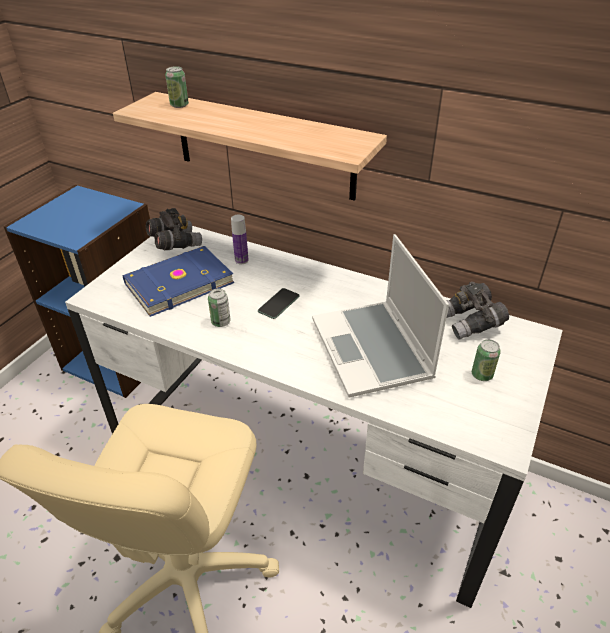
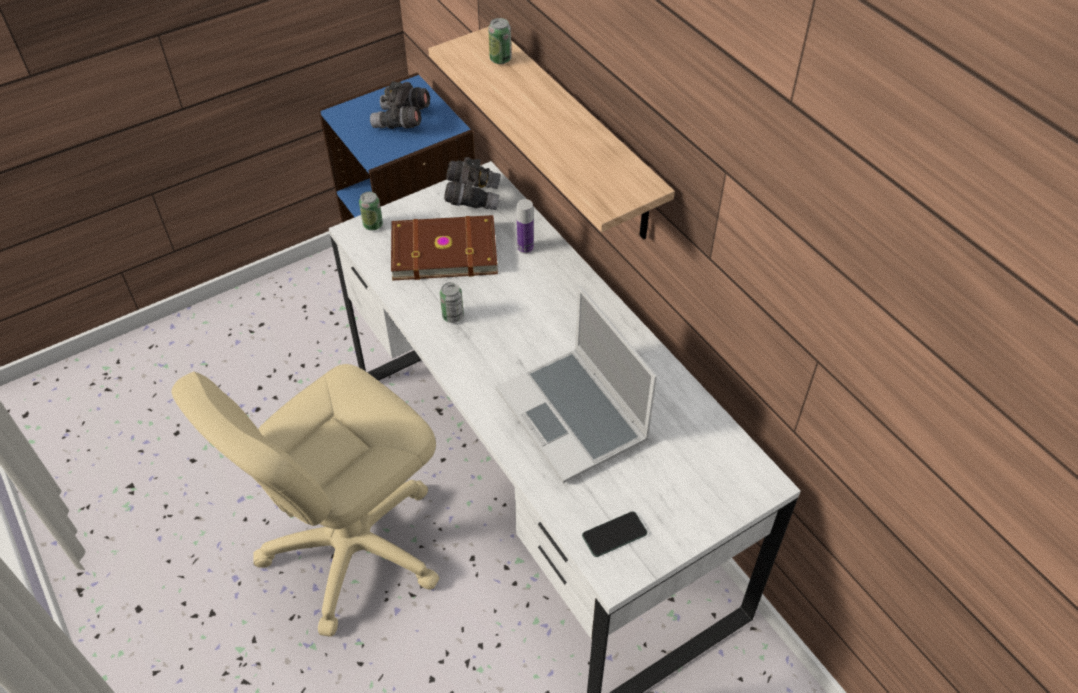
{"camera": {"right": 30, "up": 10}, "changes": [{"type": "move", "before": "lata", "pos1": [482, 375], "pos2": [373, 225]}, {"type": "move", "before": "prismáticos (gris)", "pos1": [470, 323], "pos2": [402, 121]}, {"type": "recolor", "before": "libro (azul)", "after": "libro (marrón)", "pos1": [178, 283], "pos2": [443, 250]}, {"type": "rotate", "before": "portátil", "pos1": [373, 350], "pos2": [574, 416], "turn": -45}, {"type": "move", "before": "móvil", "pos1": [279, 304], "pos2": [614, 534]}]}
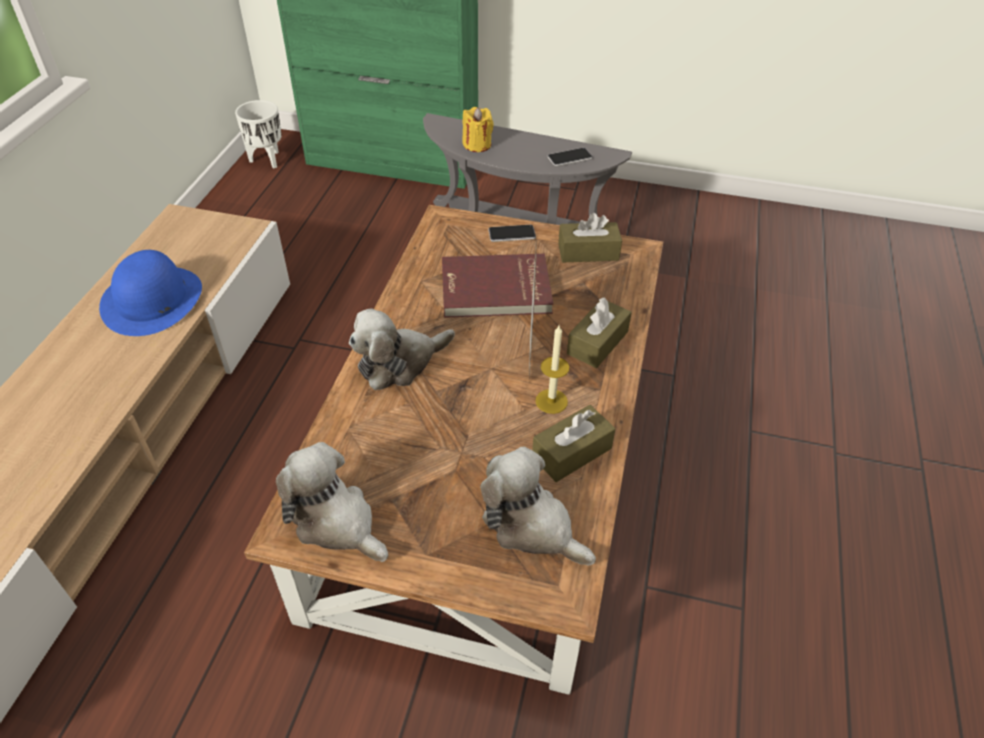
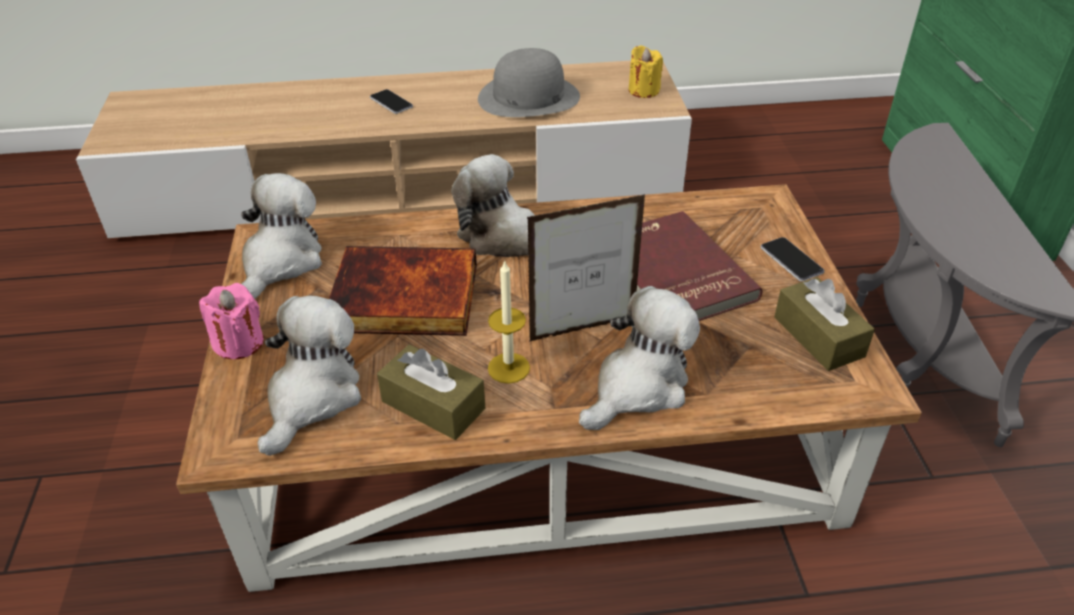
{"camera": {"right": 70, "up": -5}, "changes": [{"type": "insert", "after": "vela (rosa)", "pos2": [239, 343]}, {"type": "insert", "after": "libro", "pos2": [403, 299]}, {"type": "move", "before": "móvil", "pos1": [569, 158], "pos2": [391, 102]}, {"type": "recolor", "before": "sombrero (azul)", "after": "sombrero (gris)", "pos1": [152, 300], "pos2": [528, 97]}, {"type": "replace", "before": "caja de pañuelos (marrón)", "after": "peluche", "pos1": [597, 343], "pos2": [638, 386]}, {"type": "move", "before": "vela (amarillo)", "pos1": [477, 145], "pos2": [643, 90]}, {"type": "delete", "before": "maceta (blanco)", "pos1": [268, 160]}]}
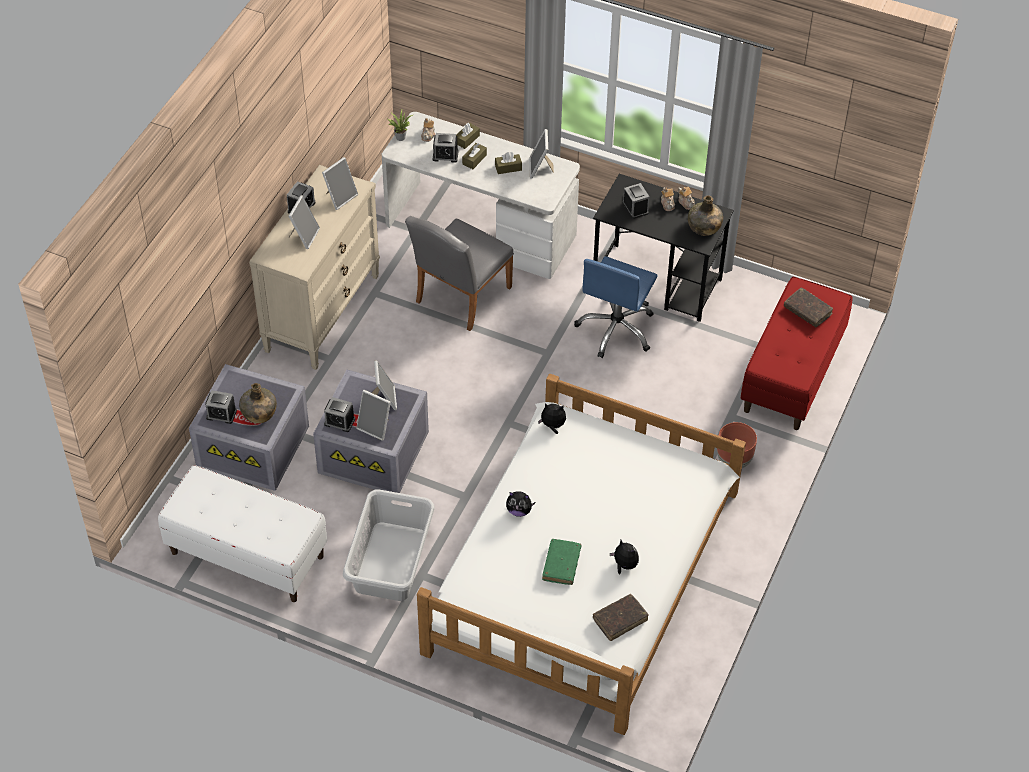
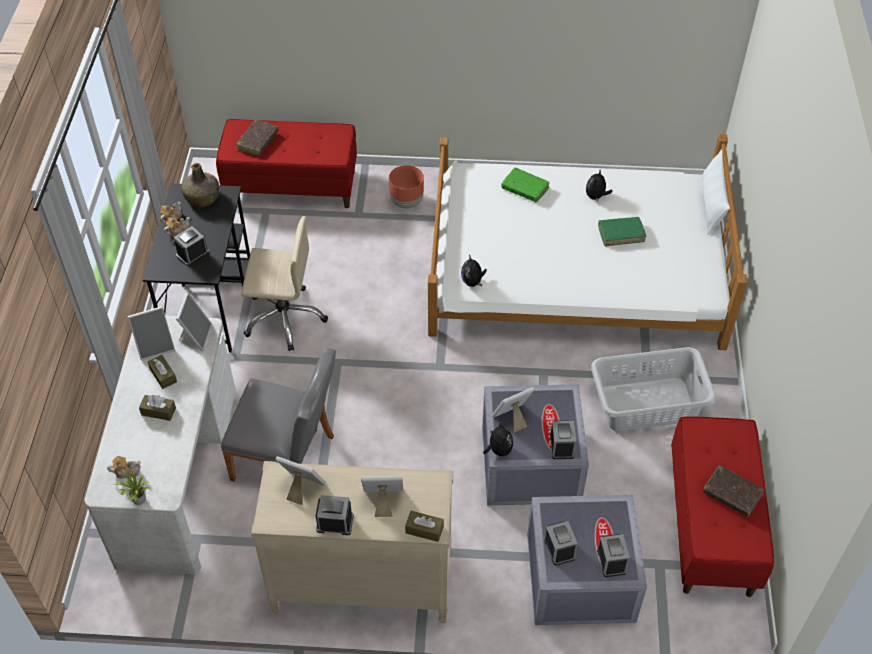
{"camera": {"right": -110, "up": 0}, "changes": [{"type": "move", "before": "portarretratos", "pos1": [375, 427], "pos2": [196, 336]}, {"type": "recolor", "before": "silla de oficina (azul)", "after": "silla de oficina (beis)", "pos1": [616, 329], "pos2": [284, 317]}, {"type": "move", "before": "caja de pañuelos (marrón)", "pos1": [467, 139], "pos2": [424, 530]}, {"type": "move", "before": "peluche", "pos1": [519, 511], "pos2": [498, 450]}, {"type": "insert", "after": "libro (verde)", "pos2": [525, 189]}, {"type": "move", "before": "despertador", "pos1": [445, 155], "pos2": [559, 549]}, {"type": "recolor", "before": "banco (blanco)", "after": "banco (rojo)", "pos1": [247, 555], "pos2": [711, 525]}, {"type": "move", "before": "libro (marrón)", "pos1": [620, 620], "pos2": [731, 494]}, {"type": "delete", "before": "botella (verde)", "pos1": [258, 413]}]}
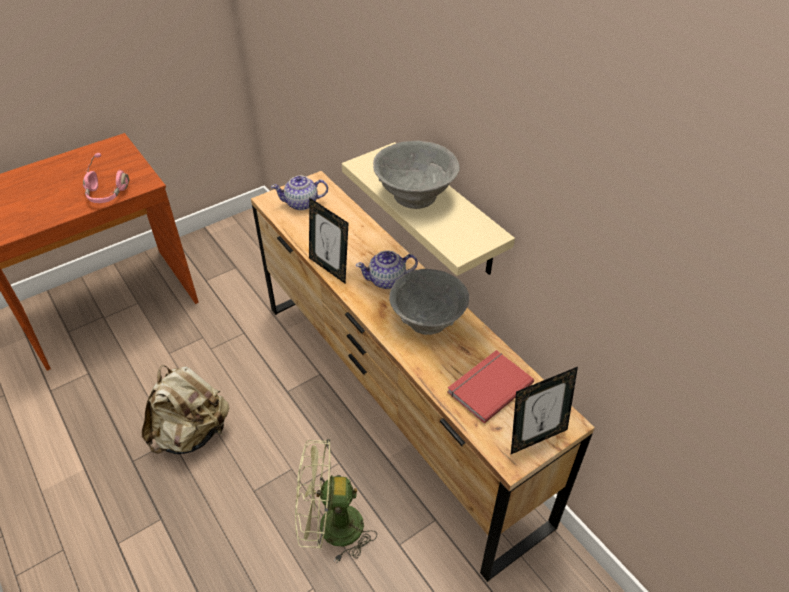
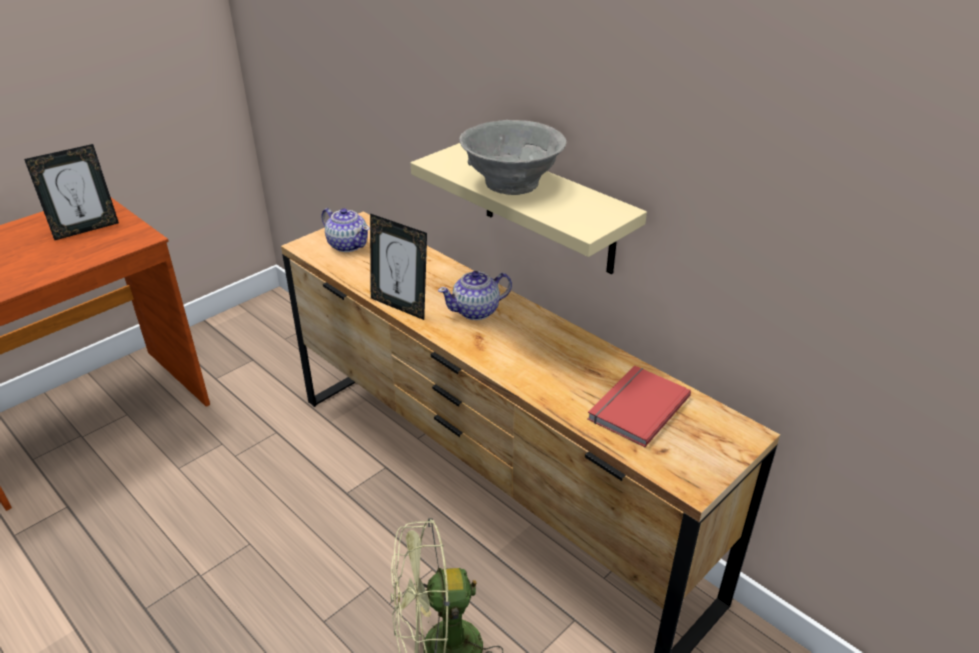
{"camera": {"right": -10, "up": -10}, "changes": [{"type": "move", "before": "portarretratos", "pos1": [536, 437], "pos2": [86, 229]}, {"type": "rotate", "before": "tetera", "pos1": [302, 203], "pos2": [348, 245], "turn": -120}, {"type": "delete", "before": "auriculares (rosa)", "pos1": [106, 194]}, {"type": "delete", "before": "mochila (beis)", "pos1": [192, 433]}, {"type": "delete", "before": "cuenco (gris)", "pos1": [428, 320]}]}
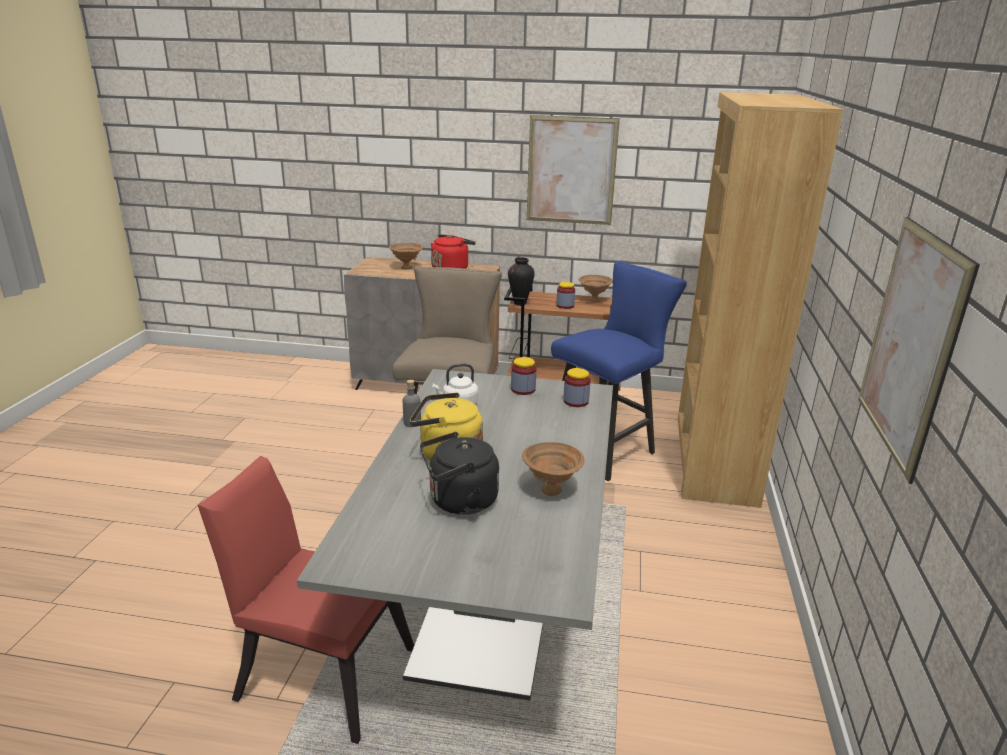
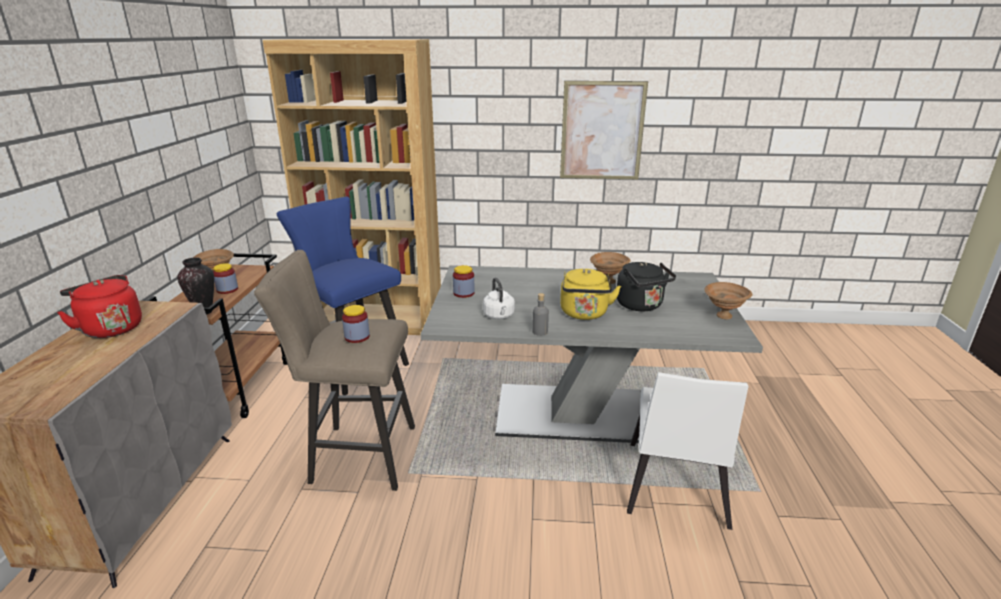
{"camera": {"right": -95, "up": 0}, "changes": [{"type": "move", "before": "tarro", "pos1": [576, 401], "pos2": [357, 337]}, {"type": "recolor", "before": "silla (rojo)", "after": "silla (blanco)", "pos1": [319, 669], "pos2": [674, 489]}, {"type": "move", "before": "cuenco (marrón)", "pos1": [406, 267], "pos2": [723, 316]}, {"type": "delete", "before": "cuadro", "pos1": [571, 171]}]}
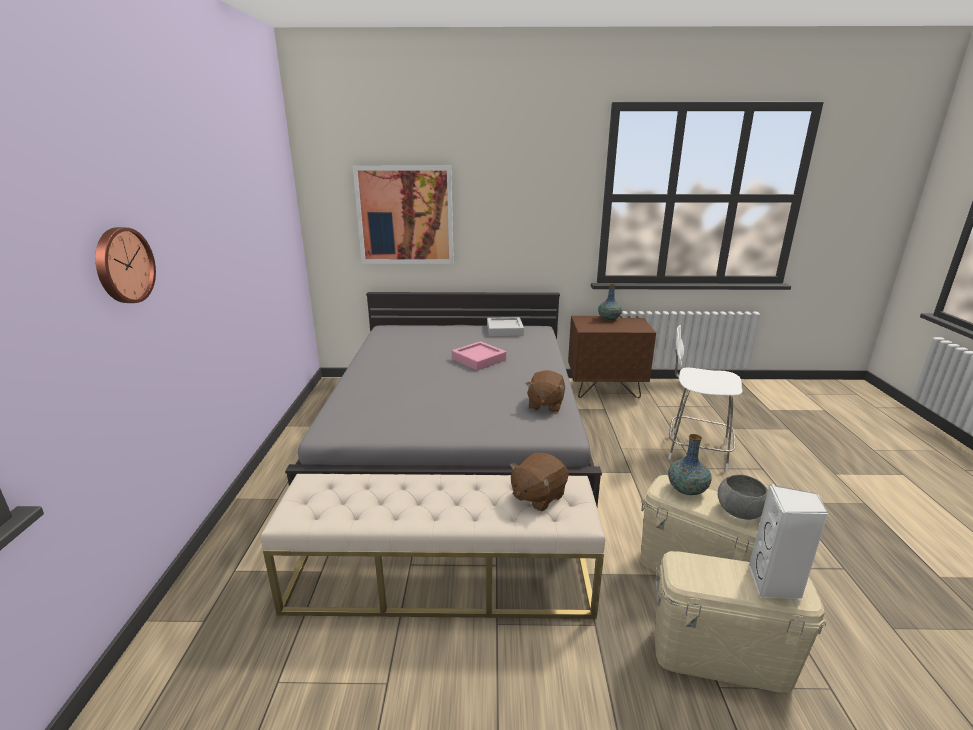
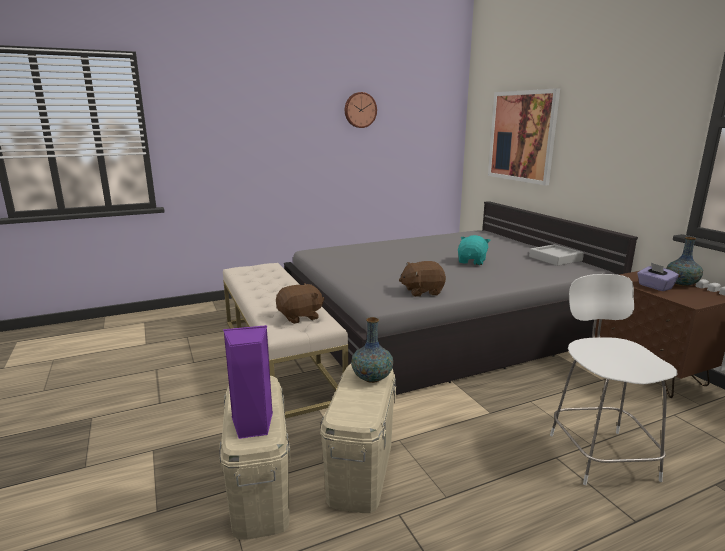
{"camera": {"right": 65, "up": -5}, "changes": [{"type": "recolor", "before": "altavoz (blanco)", "after": "altavoz (morado)", "pos1": [774, 585], "pos2": [252, 425]}, {"type": "rotate", "before": "peluche (marrón)", "pos1": [537, 496], "pos2": [300, 317], "turn": 135}, {"type": "move", "before": "reloj de pared", "pos1": [122, 265], "pos2": [360, 110]}, {"type": "replace", "before": "bandeja (rosa)", "after": "peluche (turquesa)", "pos1": [478, 359], "pos2": [472, 261]}, {"type": "insert", "after": "caja de pañuelos (morado)", "pos2": [654, 287]}, {"type": "delete", "before": "cuenco (gris)", "pos1": [739, 511]}]}
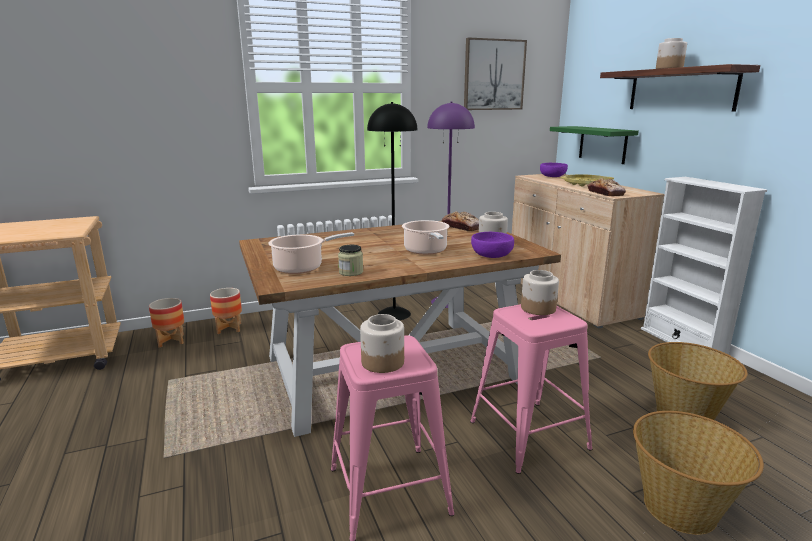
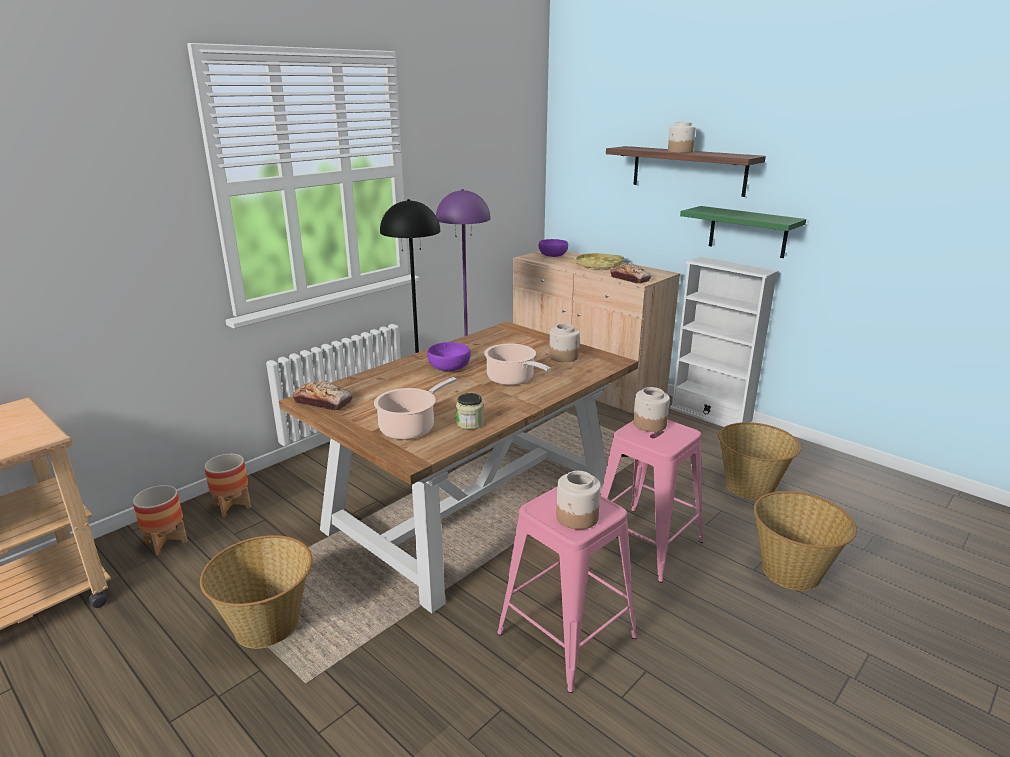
{"camera": {"right": -25, "up": 5}, "changes": [{"type": "insert", "after": "cesta", "pos2": [268, 625]}, {"type": "move", "before": "pan", "pos1": [462, 227], "pos2": [323, 402]}, {"type": "move", "before": "cuenco (morado)", "pos1": [491, 255], "pos2": [448, 368]}, {"type": "move", "before": "estante (verde)", "pos1": [602, 144], "pos2": [748, 232]}, {"type": "delete", "before": "cuadro", "pos1": [494, 75]}]}
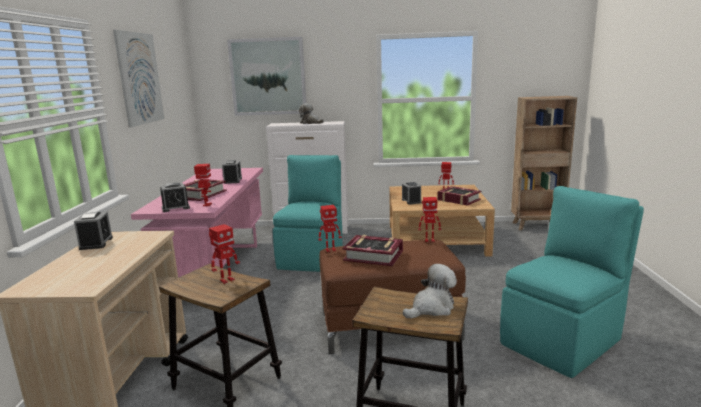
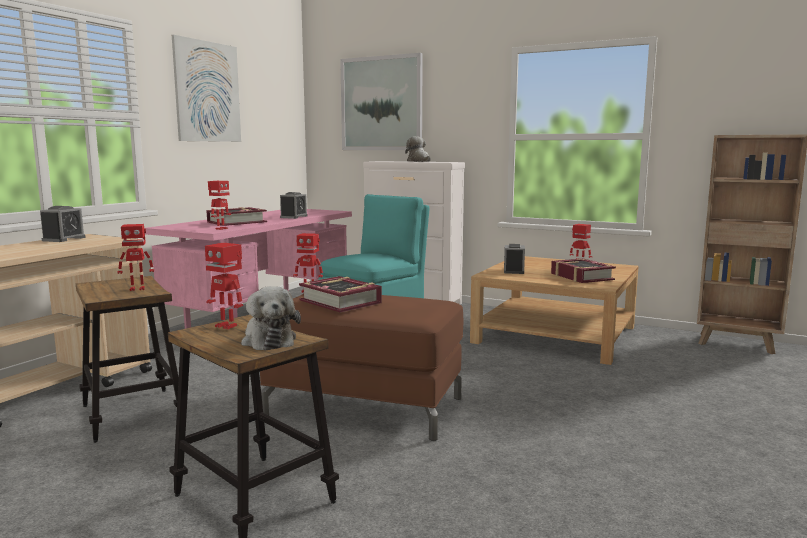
{"camera": {"right": 25, "up": -5}, "changes": [{"type": "move", "before": "robot de juguete", "pos1": [429, 240], "pos2": [227, 326]}, {"type": "rotate", "before": "peluche", "pos1": [431, 308], "pos2": [268, 340], "turn": 75}, {"type": "delete", "before": "despertador", "pos1": [175, 208]}, {"type": "delete", "before": "silla (turquesa)", "pos1": [563, 341]}]}
